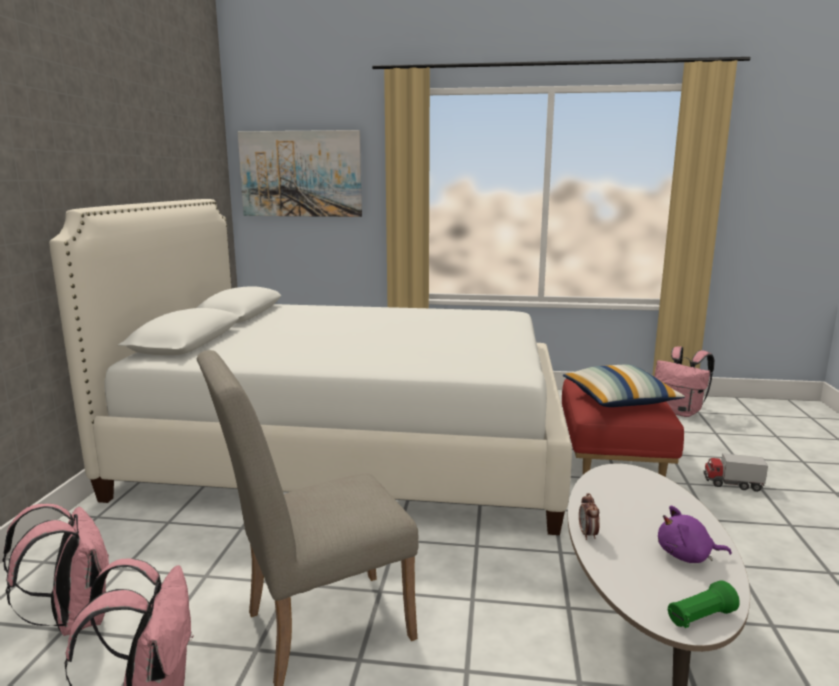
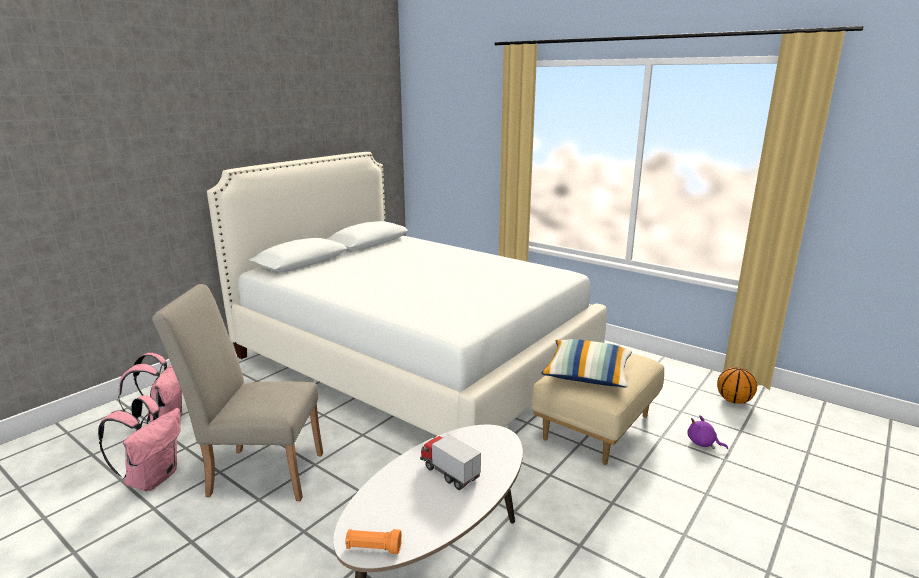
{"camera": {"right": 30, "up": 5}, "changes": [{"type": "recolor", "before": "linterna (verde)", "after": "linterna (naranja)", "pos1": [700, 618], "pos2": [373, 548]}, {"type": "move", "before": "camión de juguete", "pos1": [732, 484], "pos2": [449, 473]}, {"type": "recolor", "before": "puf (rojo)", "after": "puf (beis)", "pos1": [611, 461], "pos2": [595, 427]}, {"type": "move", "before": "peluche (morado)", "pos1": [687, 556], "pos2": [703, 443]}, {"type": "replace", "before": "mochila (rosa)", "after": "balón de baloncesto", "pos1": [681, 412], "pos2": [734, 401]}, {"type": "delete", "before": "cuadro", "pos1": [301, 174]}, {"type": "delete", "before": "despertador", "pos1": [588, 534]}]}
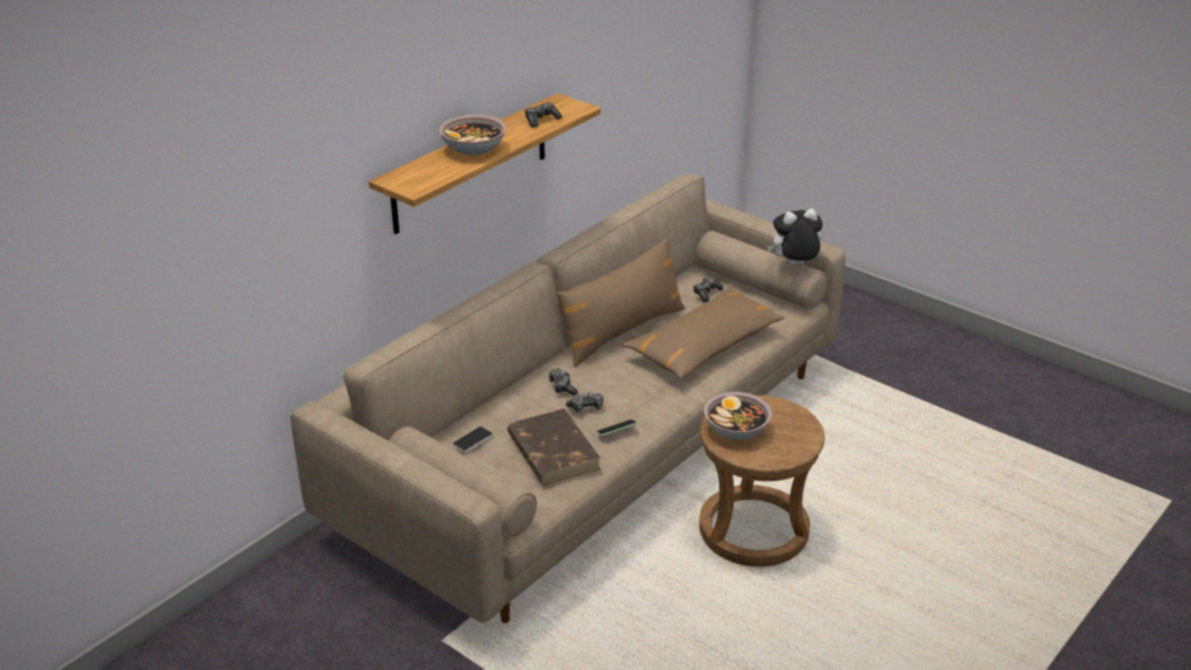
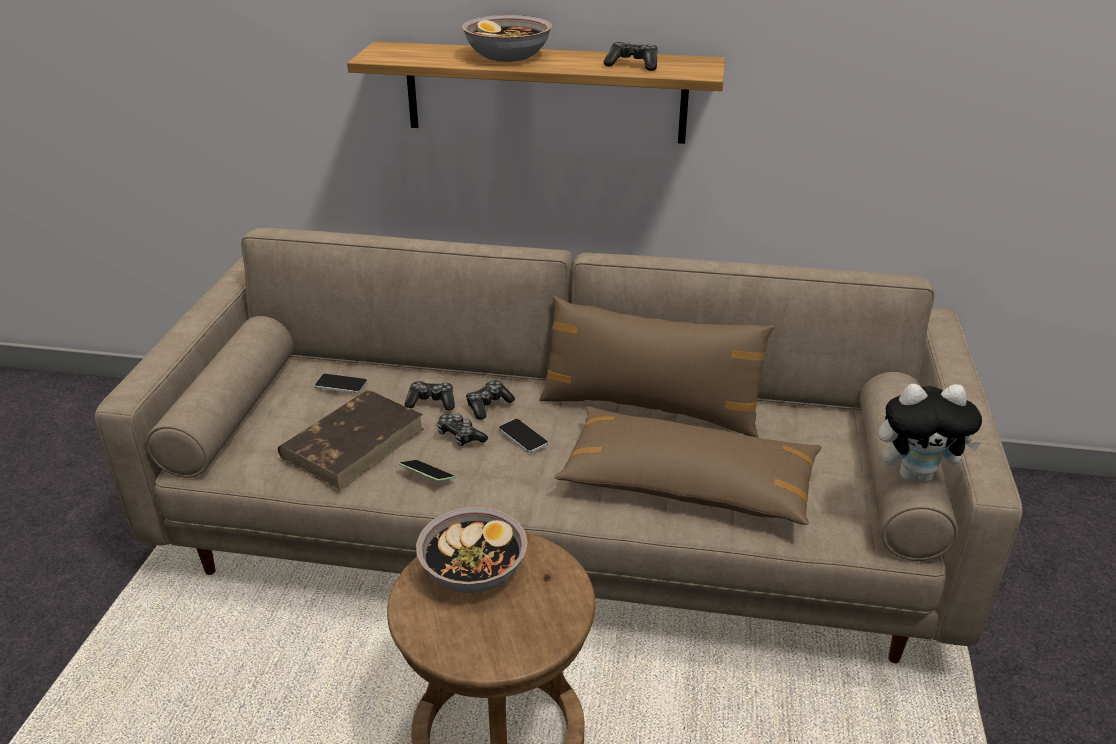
{"camera": {"right": 60, "up": 0}, "changes": [{"type": "move", "before": "mando de consola", "pos1": [707, 293], "pos2": [431, 402]}, {"type": "insert", "after": "móvil", "pos2": [523, 436]}, {"type": "rotate", "before": "peluche", "pos1": [794, 266], "pos2": [916, 475], "turn": 135}]}
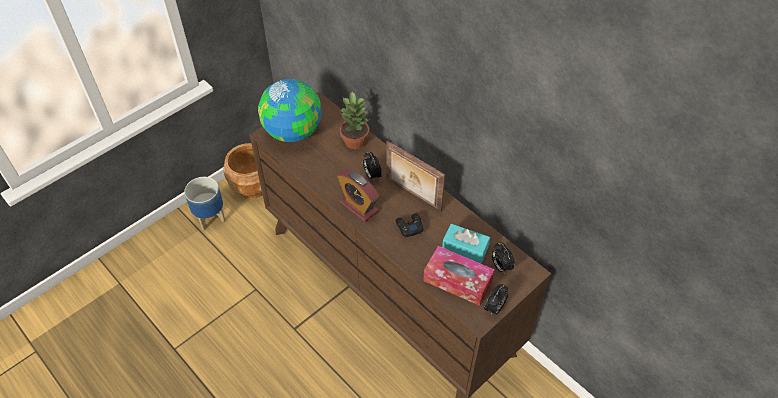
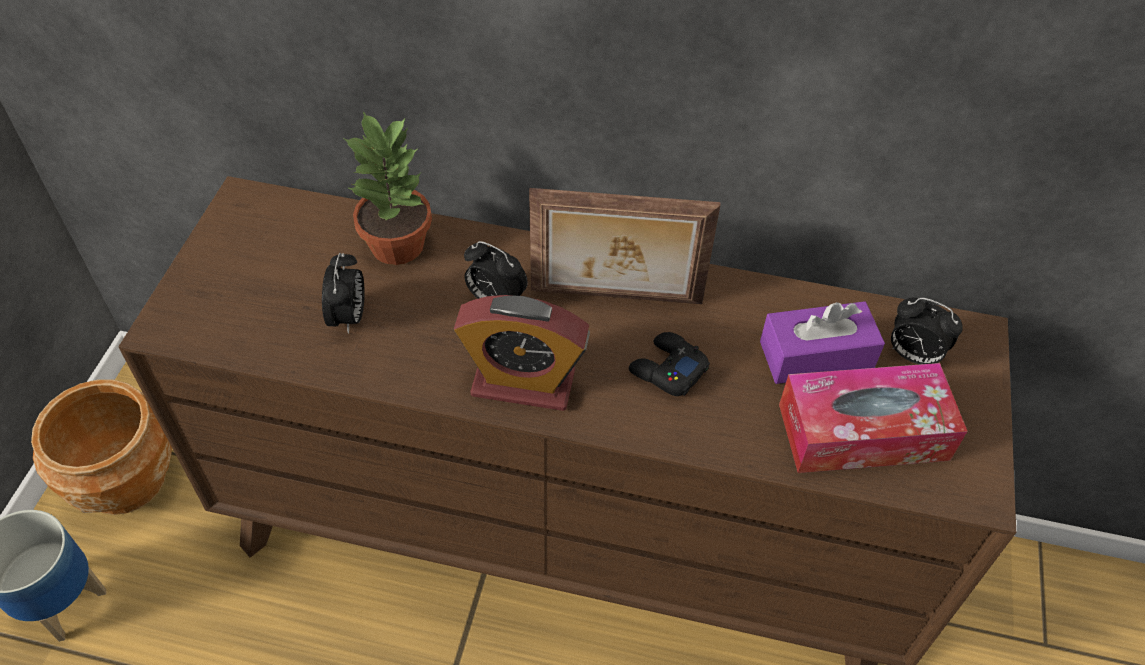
{"camera": {"right": -35, "up": 0}, "changes": [{"type": "move", "before": "despertador", "pos1": [494, 308], "pos2": [349, 317]}, {"type": "recolor", "before": "caja de pañuelos (turquesa)", "after": "caja de pañuelos (morado)", "pos1": [465, 249], "pos2": [816, 356]}, {"type": "delete", "before": "globo terráqueo", "pos1": [293, 131]}]}
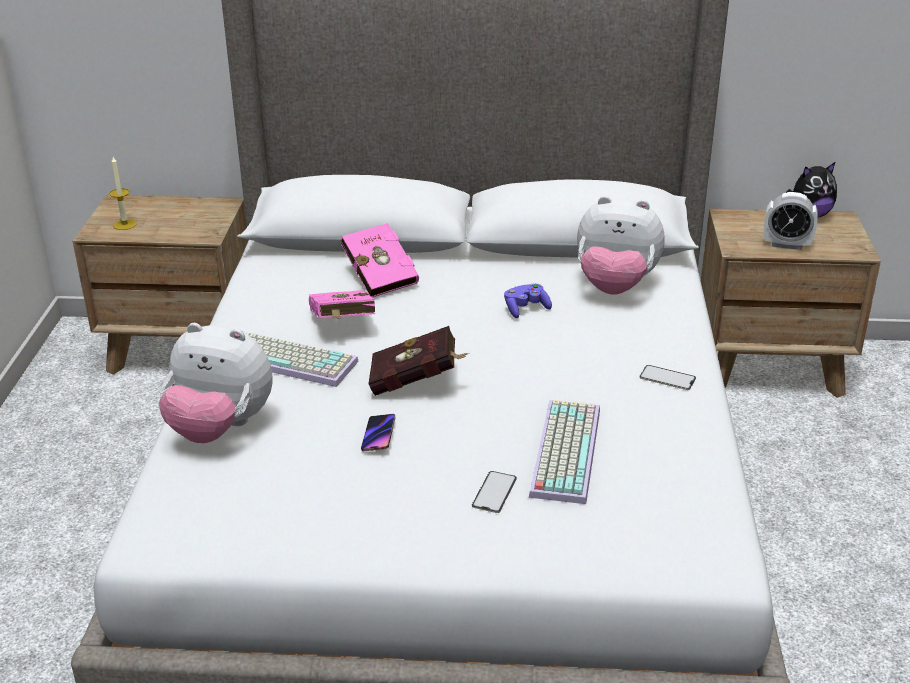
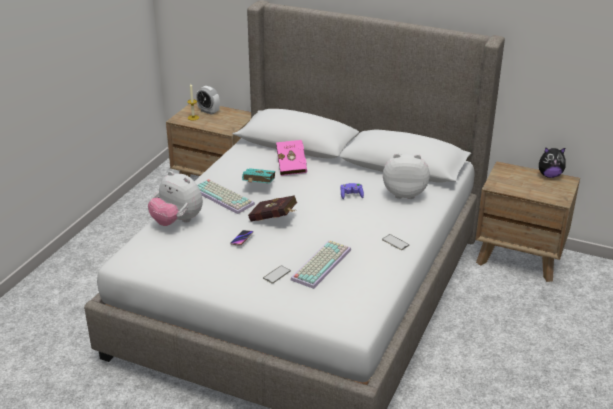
{"camera": {"right": 20, "up": 0}, "changes": [{"type": "move", "before": "despertador", "pos1": [786, 245], "pos2": [208, 111]}, {"type": "recolor", "before": "libro (rosa)", "after": "libro (turquesa)", "pos1": [342, 326], "pos2": [258, 186]}, {"type": "rotate", "before": "peluche", "pos1": [615, 287], "pos2": [404, 193], "turn": 150}]}
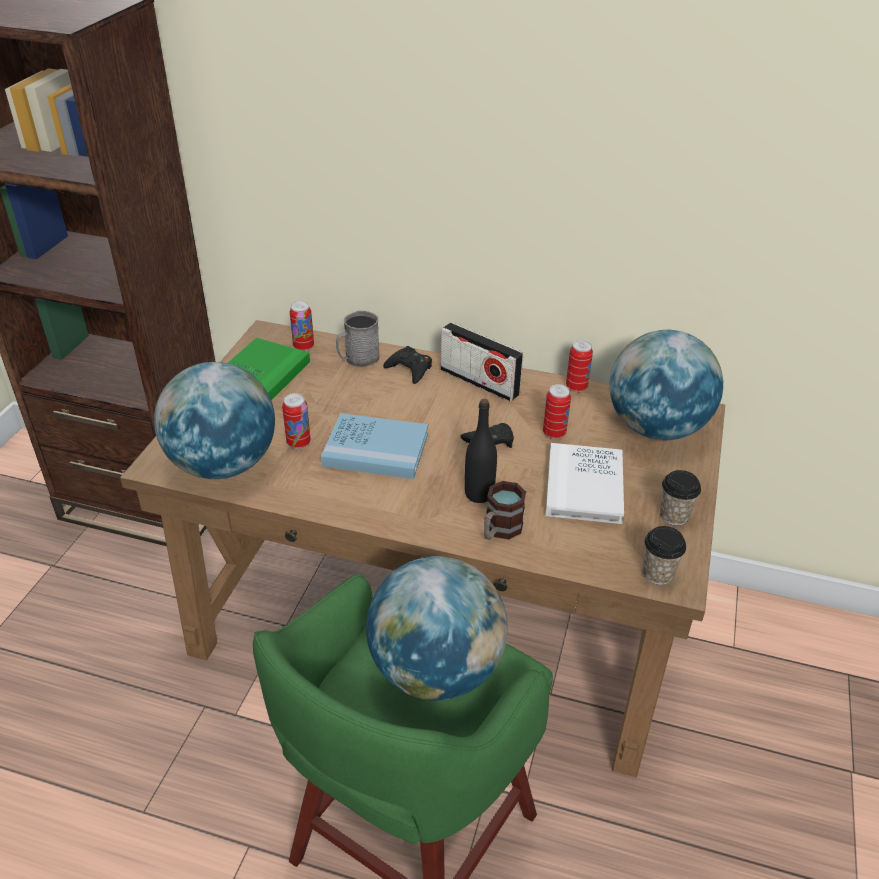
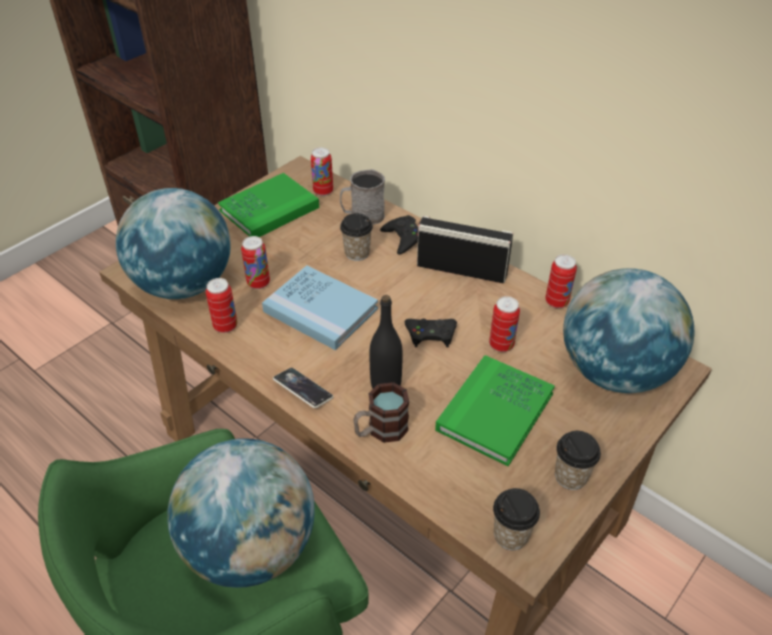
{"camera": {"right": 25, "up": 5}, "changes": [{"type": "insert", "after": "lata", "pos2": [225, 326]}, {"type": "insert", "after": "móvil", "pos2": [303, 390]}, {"type": "insert", "after": "taza", "pos2": [357, 253]}, {"type": "rotate", "before": "radio", "pos1": [479, 382], "pos2": [461, 269], "turn": 135}, {"type": "recolor", "before": "libro (blanco)", "after": "libro (verde)", "pos1": [584, 486], "pos2": [495, 412]}]}
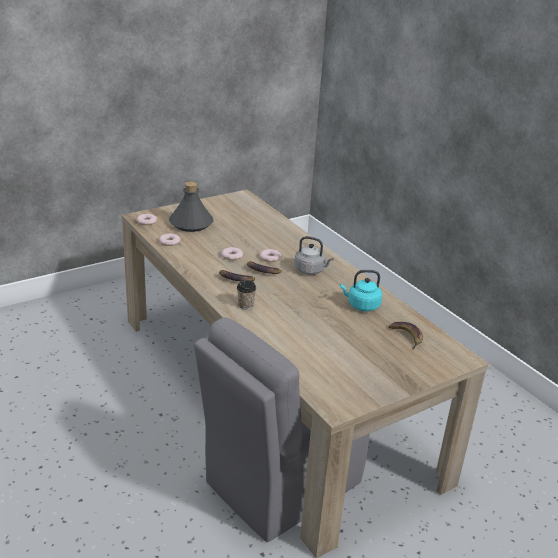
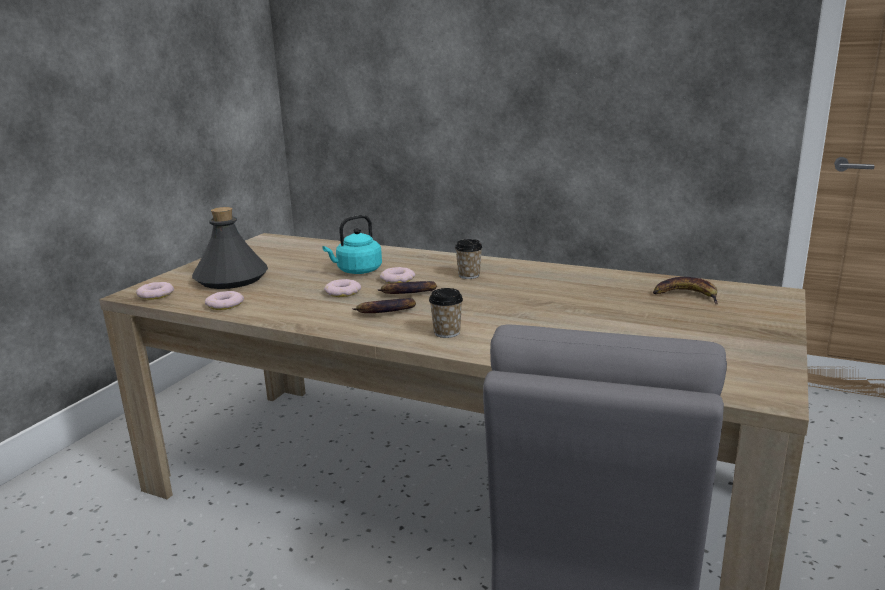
{"camera": {"right": -30, "up": -10}, "changes": [{"type": "move", "before": "hervidor (turquesa)", "pos1": [361, 306], "pos2": [357, 271]}, {"type": "replace", "before": "hervidor (gris)", "after": "taza", "pos1": [311, 270], "pos2": [469, 275]}]}
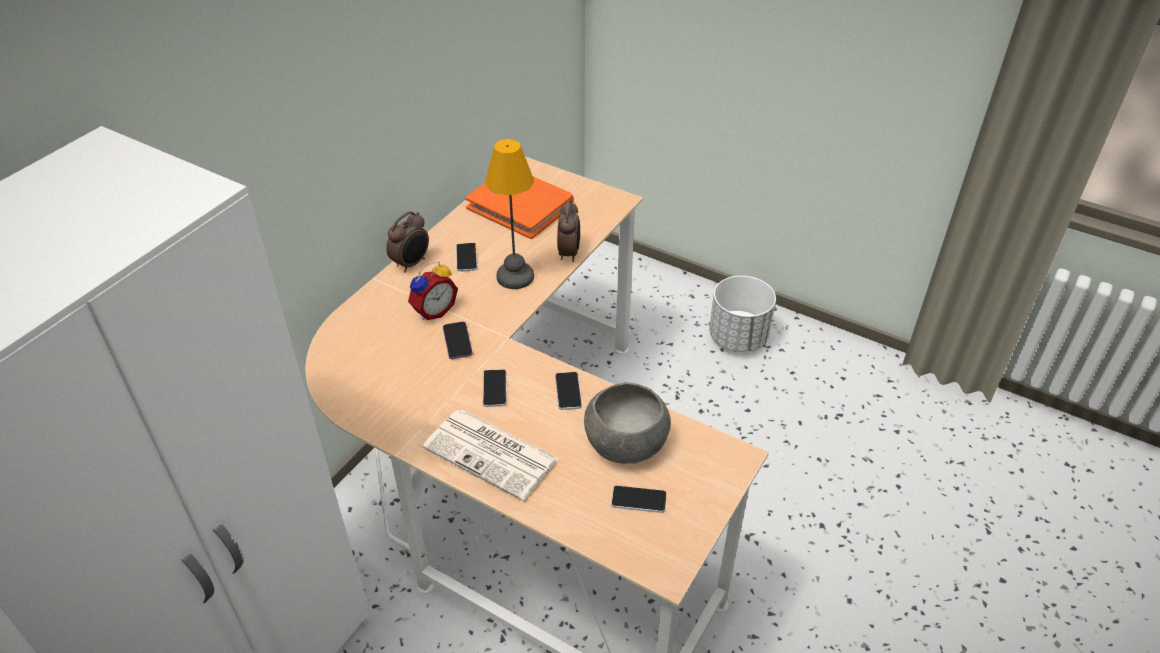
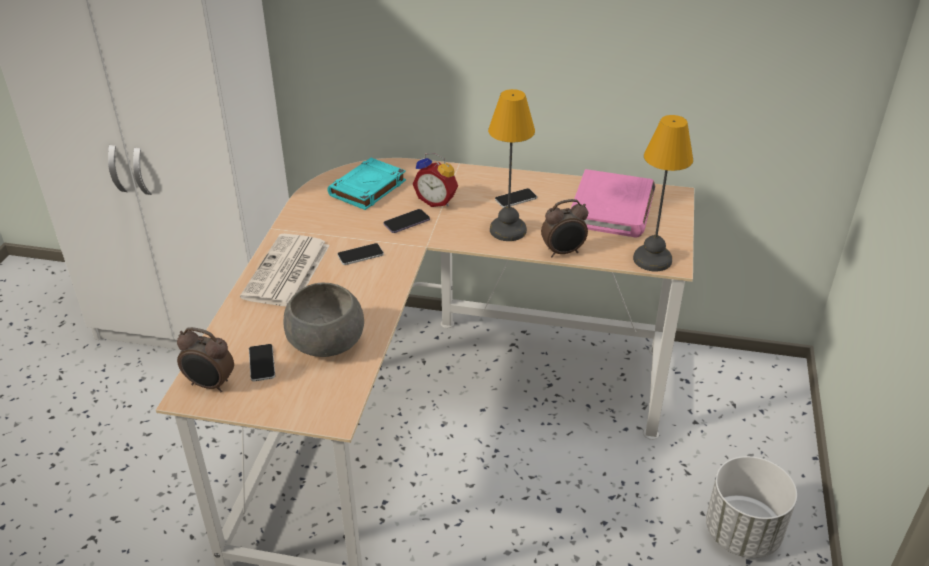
{"camera": {"right": 70, "up": -5}, "changes": [{"type": "move", "before": "despertador", "pos1": [411, 263], "pos2": [210, 385]}, {"type": "insert", "after": "libro (turquesa)", "pos2": [367, 188]}, {"type": "recolor", "before": "libro (naranja)", "after": "libro (rosa)", "pos1": [520, 206], "pos2": [612, 208]}, {"type": "insert", "after": "lámpara de mesa", "pos2": [652, 259]}, {"type": "delete", "before": "móvil", "pos1": [568, 391]}]}
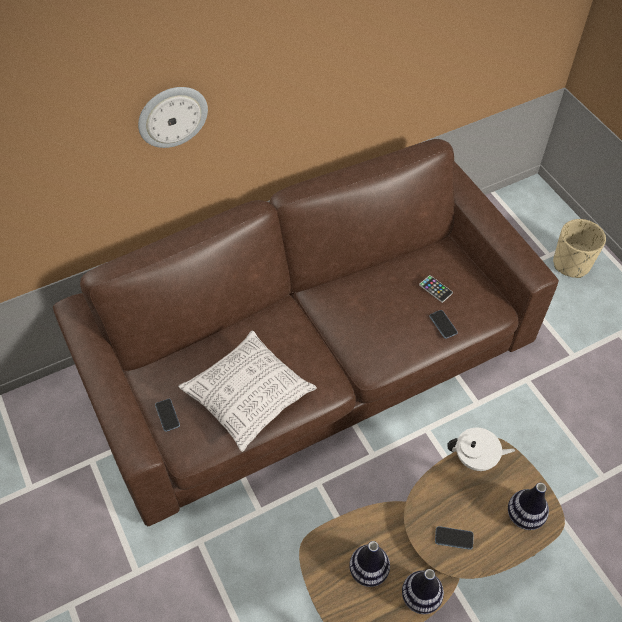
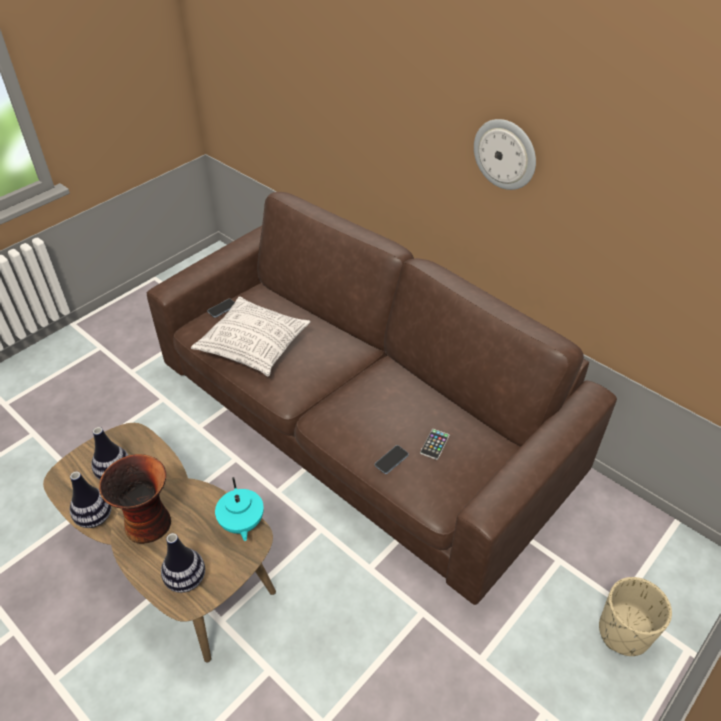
{"camera": {"right": 70, "up": -10}, "changes": [{"type": "replace", "before": "móvil", "after": "florero", "pos1": [453, 538], "pos2": [149, 523]}, {"type": "recolor", "before": "tetera (blanco)", "after": "tetera (turquesa)", "pos1": [476, 458], "pos2": [241, 523]}, {"type": "move", "before": "reloj de pared", "pos1": [172, 116], "pos2": [505, 154]}]}
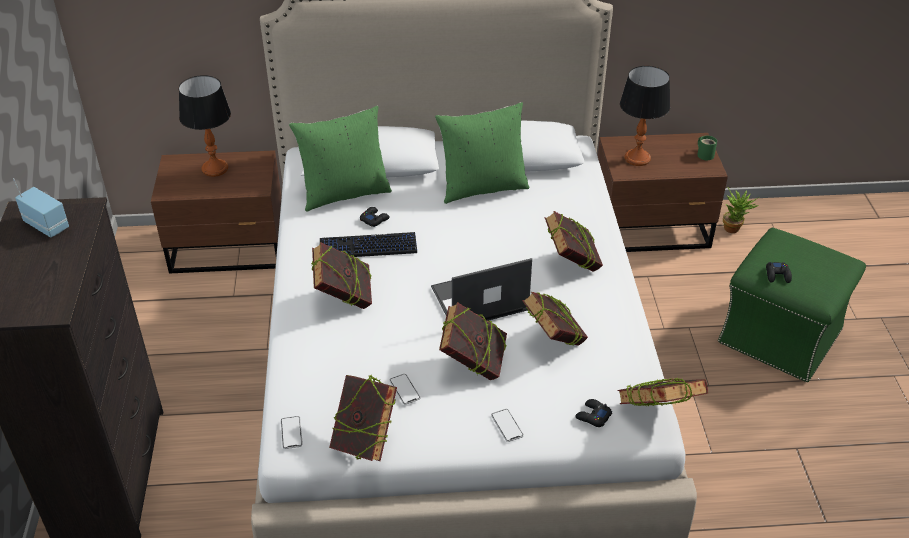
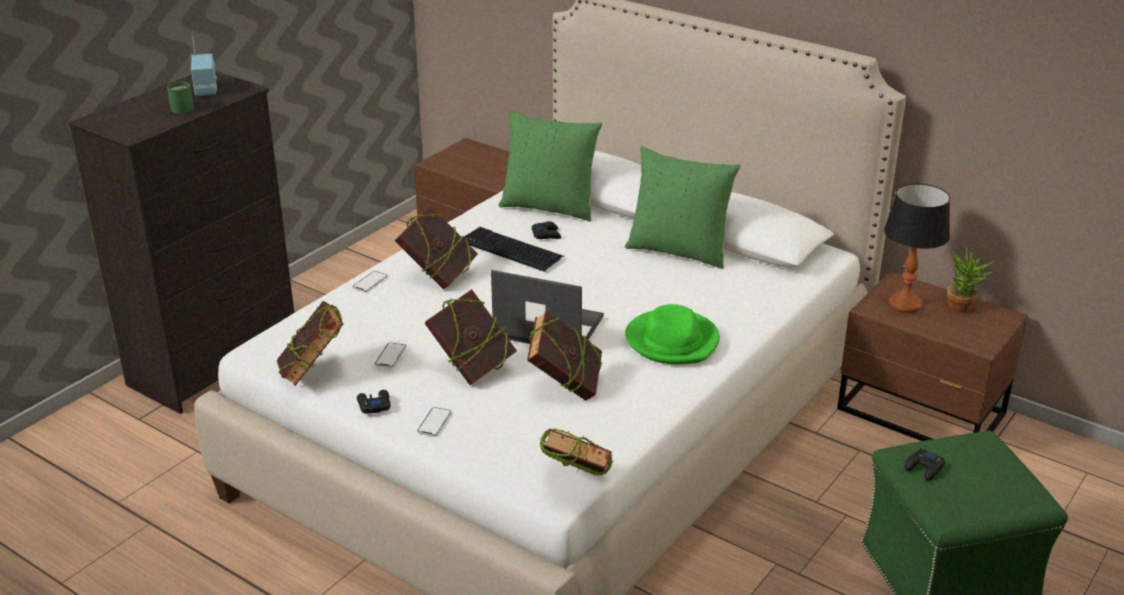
{"camera": {"right": 40, "up": -10}, "changes": [{"type": "move", "before": "taza grande (verde)", "pos1": [705, 154], "pos2": [184, 108]}, {"type": "move", "before": "móvil", "pos1": [291, 433], "pos2": [370, 282]}, {"type": "move", "before": "mando de consola (negro)", "pos1": [593, 416], "pos2": [374, 405]}, {"type": "replace", "before": "libro", "after": "sombrero (verde)", "pos1": [571, 265], "pos2": [672, 341]}, {"type": "move", "before": "planta en maceta", "pos1": [734, 228], "pos2": [964, 309]}, {"type": "delete", "before": "lámpara de mesa", "pos1": [214, 169]}]}
